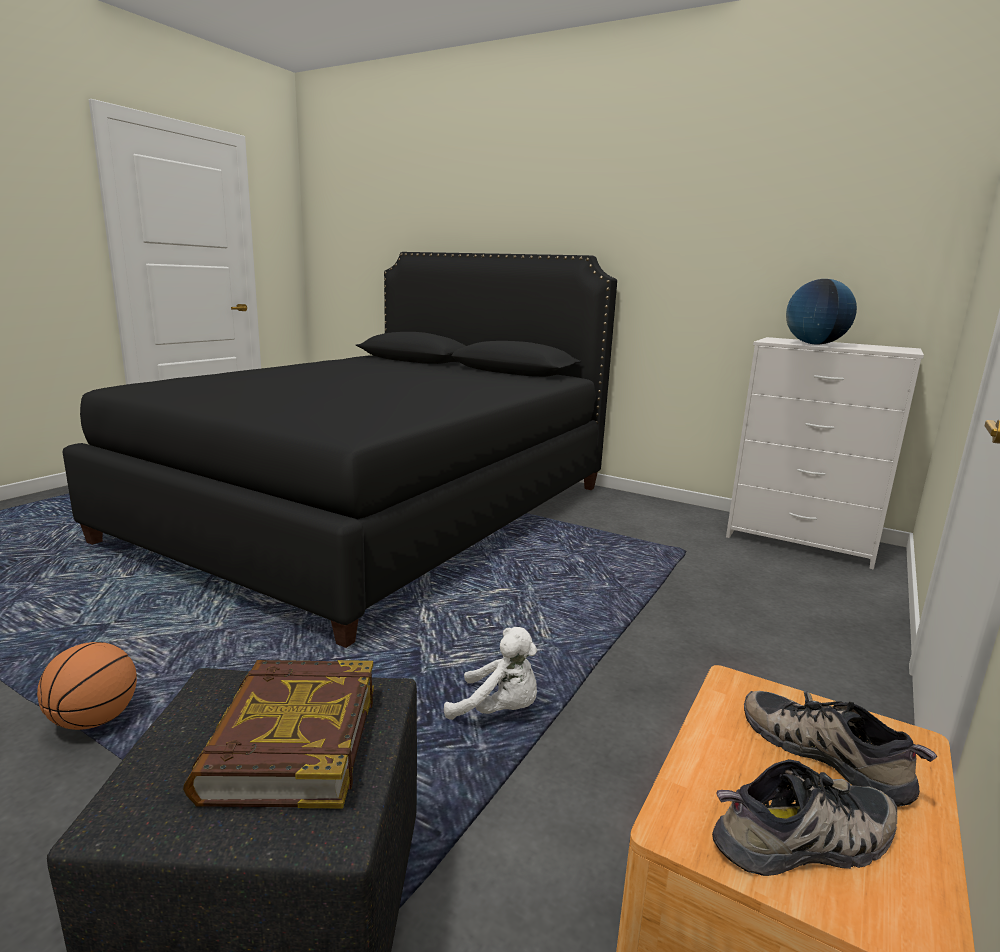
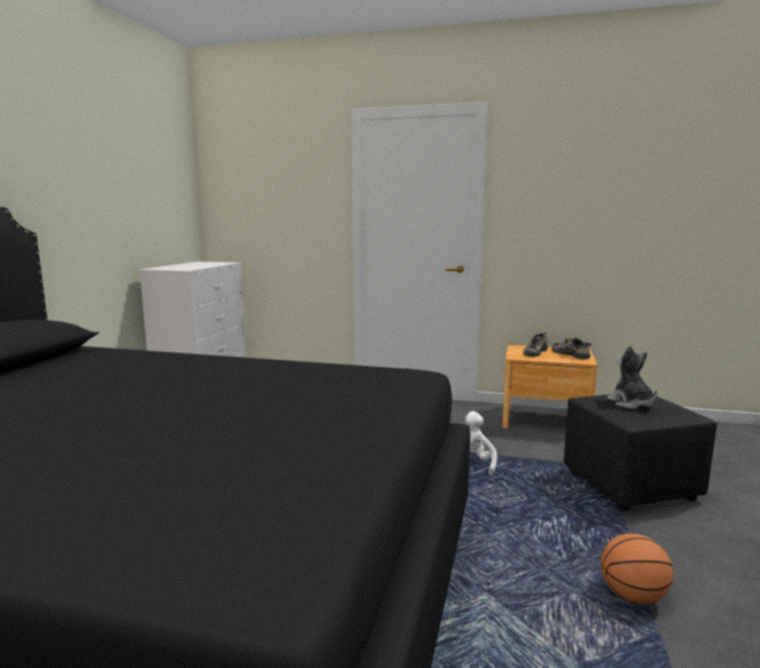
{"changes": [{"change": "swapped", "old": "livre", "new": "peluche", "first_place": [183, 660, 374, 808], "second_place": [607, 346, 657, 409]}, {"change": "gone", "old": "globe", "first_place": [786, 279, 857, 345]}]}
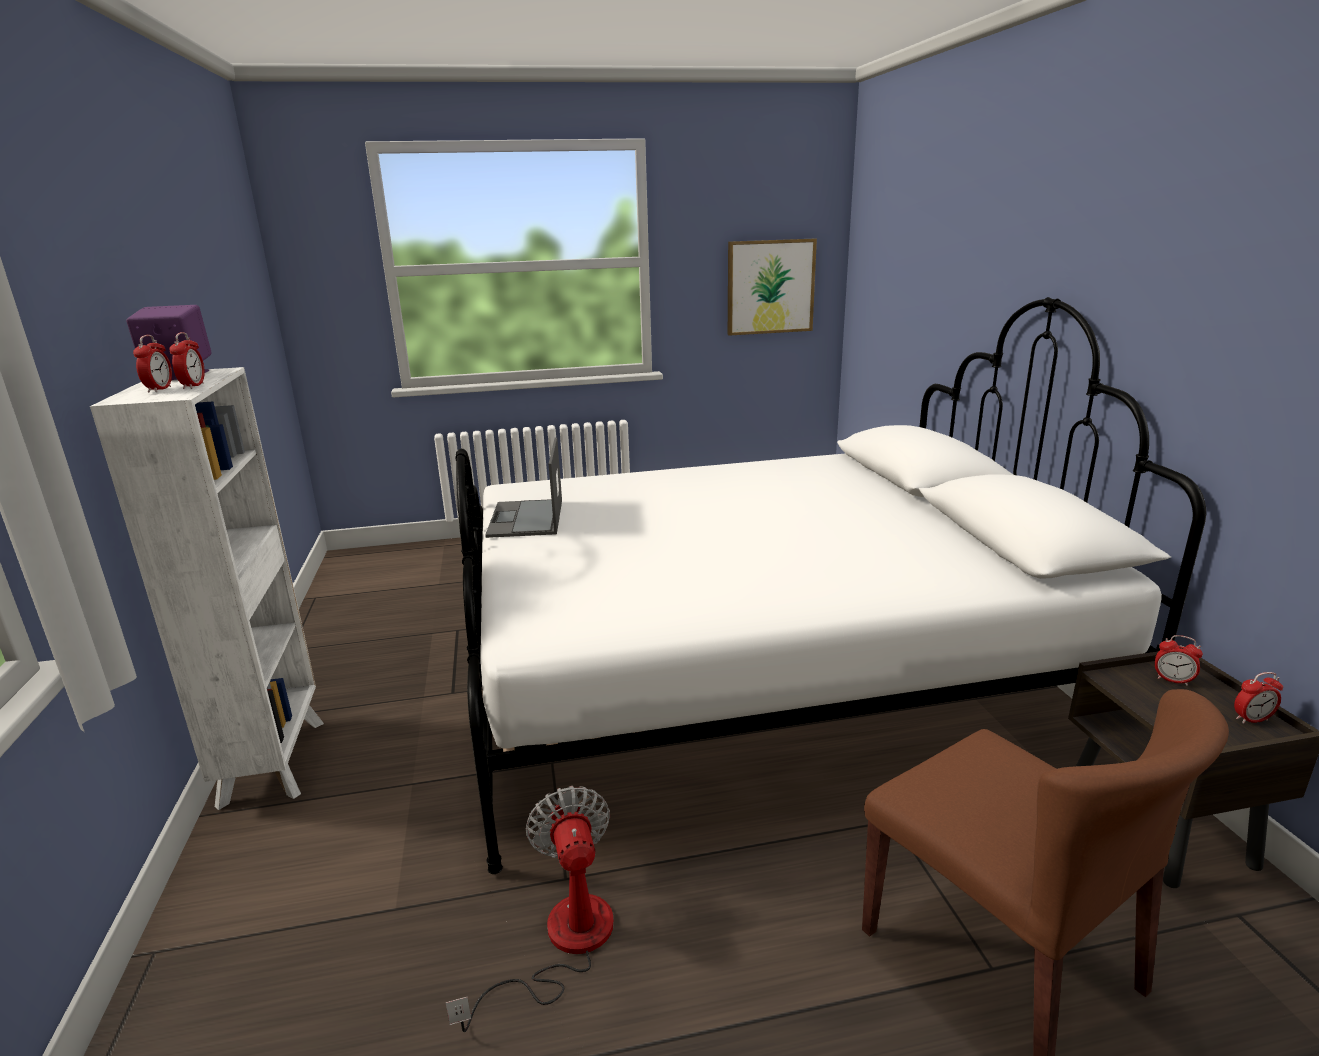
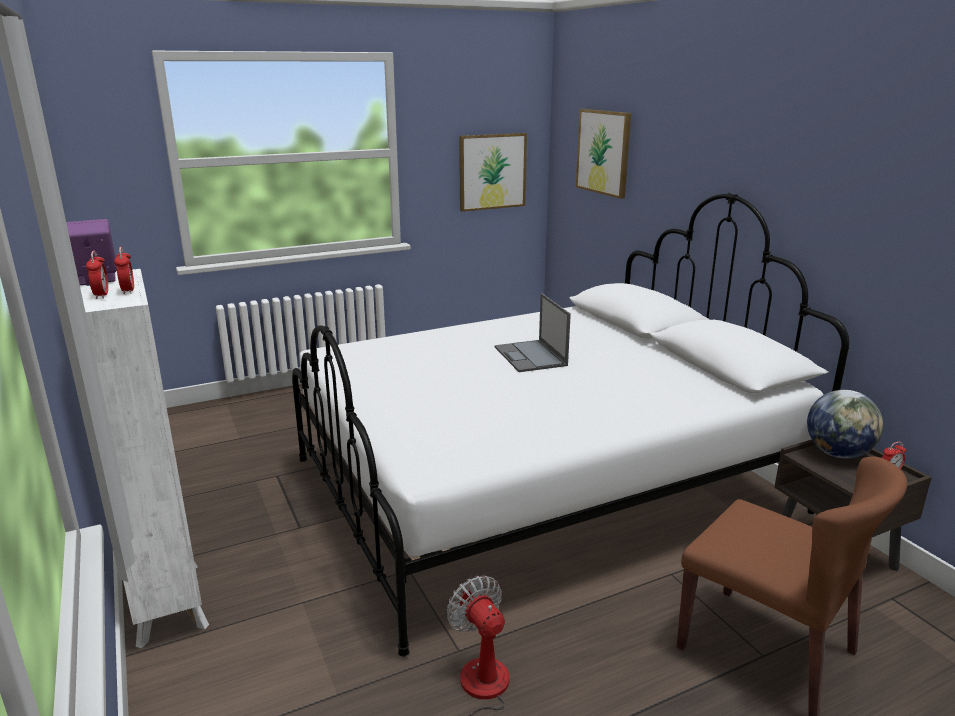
{"changes": [{"change": "shifted", "old": "ordinateur portable", "first_place": [485, 437, 562, 538], "second_place": [495, 293, 571, 372]}, {"change": "swapped", "old": "réveil", "new": "globe", "first_place": [1155, 635, 1203, 686], "second_place": [807, 390, 883, 459]}, {"change": "new", "new": "tableau", "second_place": [576, 109, 631, 199]}]}
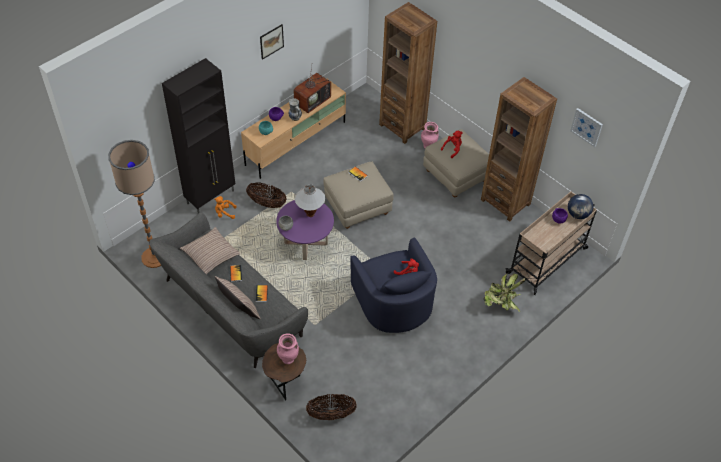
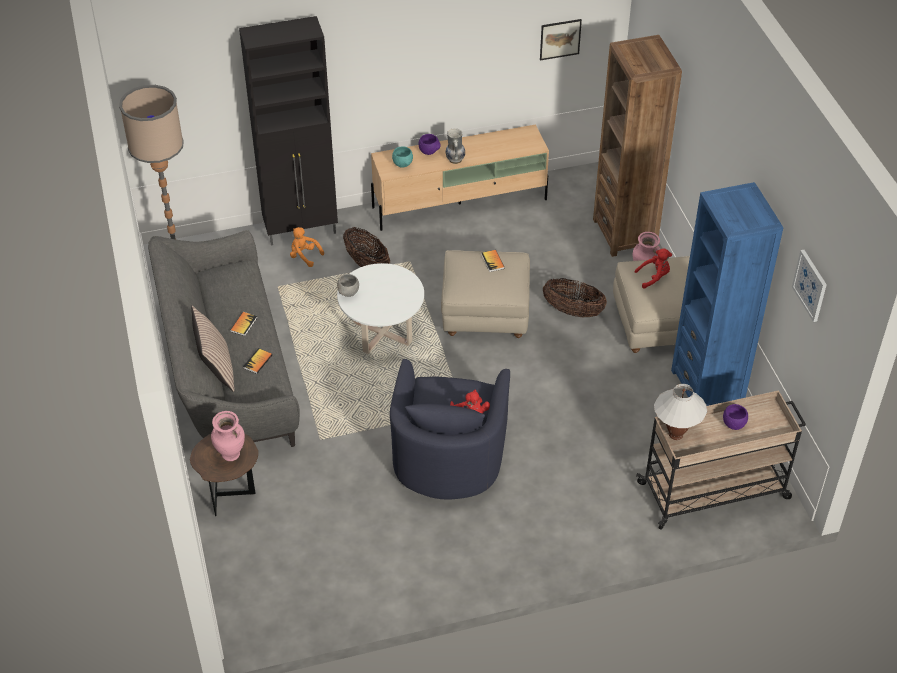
{"changes": [{"change": "gone", "old": "coussin", "first_place": [180, 227, 240, 274]}, {"change": "shifted", "old": "tableau", "first_place": [260, 24, 284, 60], "second_place": [540, 19, 582, 61]}, {"change": "repainted", "old": "table basse (violet)", "new": "table basse (blanc)", "first_place": [276, 200, 334, 260], "second_place": [337, 263, 424, 354]}, {"change": "gone", "old": "téléviseur", "first_place": [294, 66, 331, 113]}, {"change": "shifted", "old": "lampe de table (blanc)", "first_place": [295, 184, 325, 217], "second_place": [654, 384, 707, 440]}, {"change": "shifted", "old": "panier", "first_place": [306, 394, 357, 420], "second_place": [543, 278, 607, 318]}, {"change": "repainted", "old": "bibliothèque (marron)", "new": "bibliothèque (bleu)", "first_place": [481, 77, 557, 222], "second_place": [671, 182, 783, 406]}, {"change": "gone", "old": "plante en pot", "first_place": [484, 274, 526, 312]}, {"change": "gone", "old": "globe", "first_place": [568, 194, 593, 219]}]}
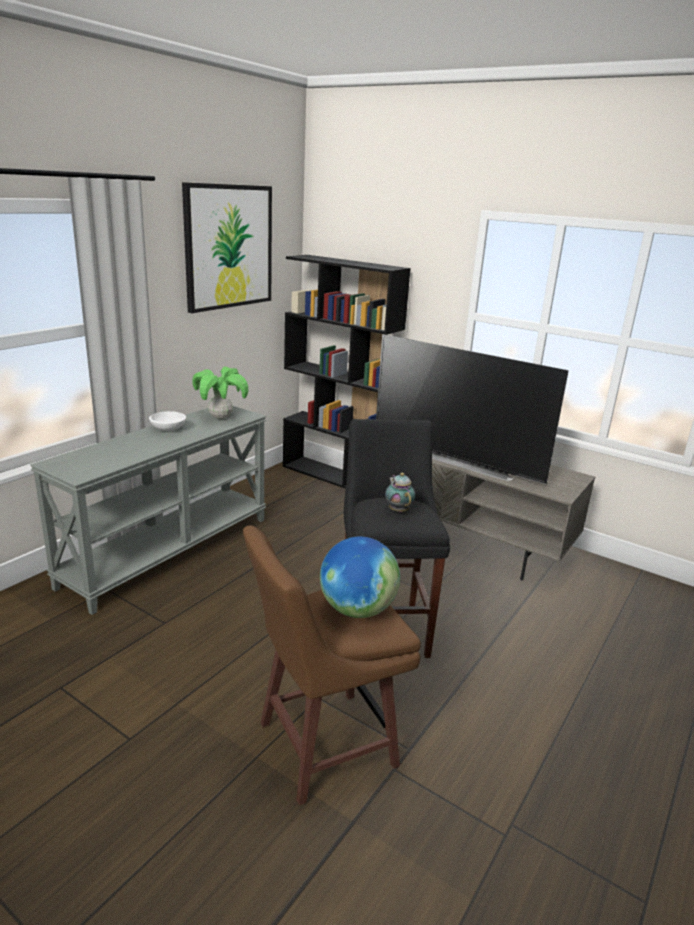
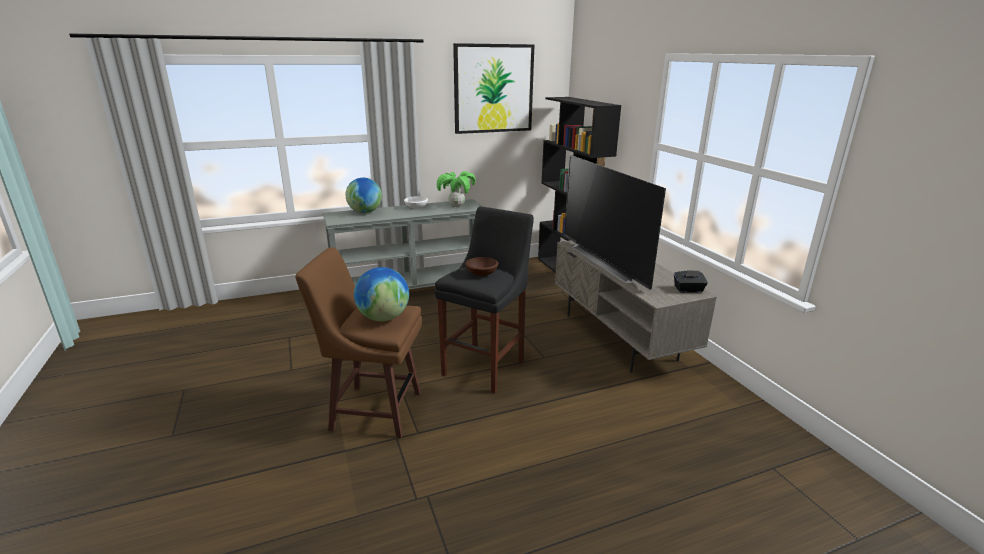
{"changes": [{"change": "swapped", "old": "théière", "new": "bol (marron)", "first_place": [385, 473, 415, 513], "second_place": [465, 257, 498, 276]}, {"change": "new", "new": "globe", "second_place": [346, 178, 382, 213]}, {"change": "new", "new": "boîte à mouchoirs (noir)", "second_place": [674, 270, 708, 292]}]}
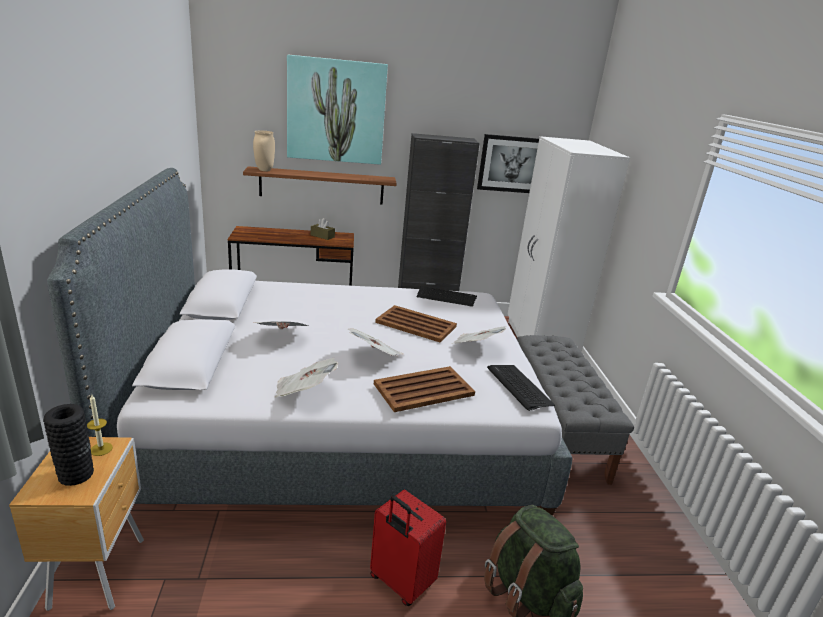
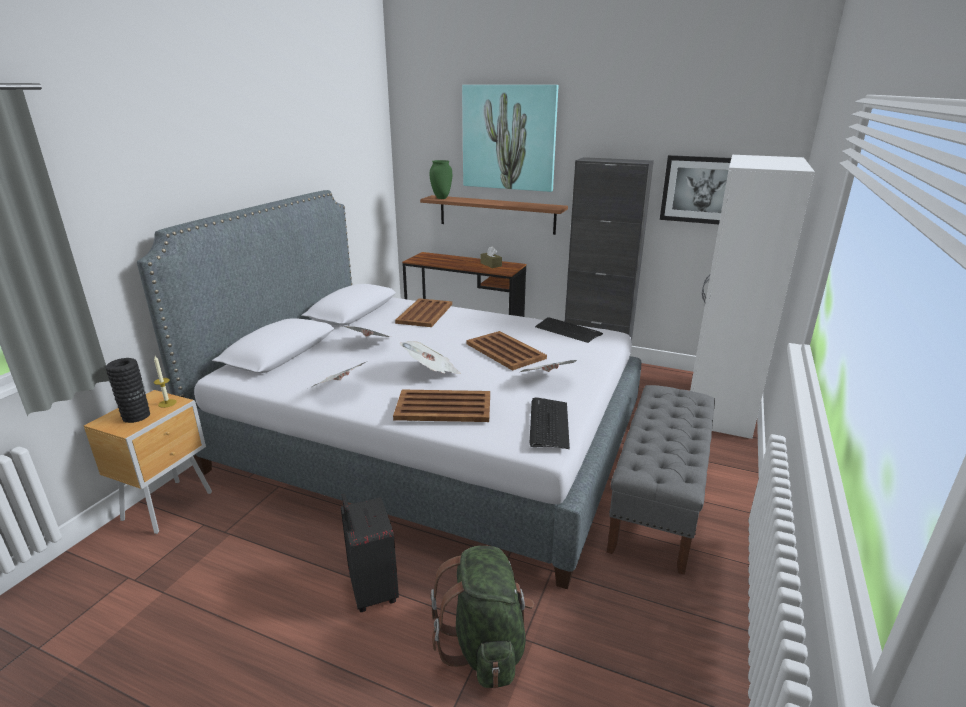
{"changes": [{"change": "repainted", "old": "vase (beige)", "new": "vase (vert)", "first_place": [253, 131, 275, 171], "second_place": [430, 160, 452, 199]}, {"change": "repainted", "old": "valise (rouge)", "new": "valise (noir)", "first_place": [370, 490, 446, 606], "second_place": [341, 493, 399, 612]}, {"change": "new", "new": "plateau (marron)", "second_place": [395, 298, 452, 327]}]}
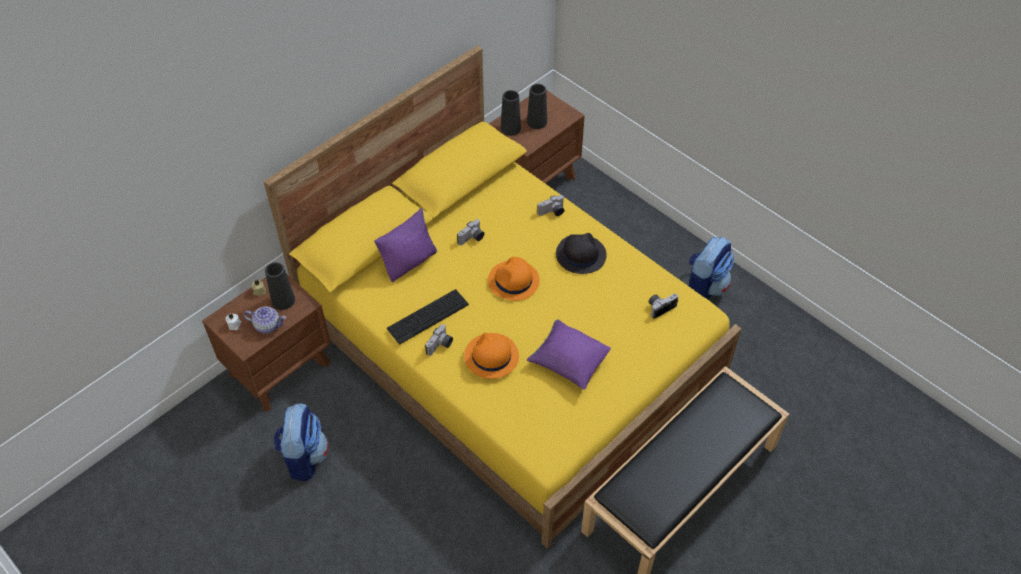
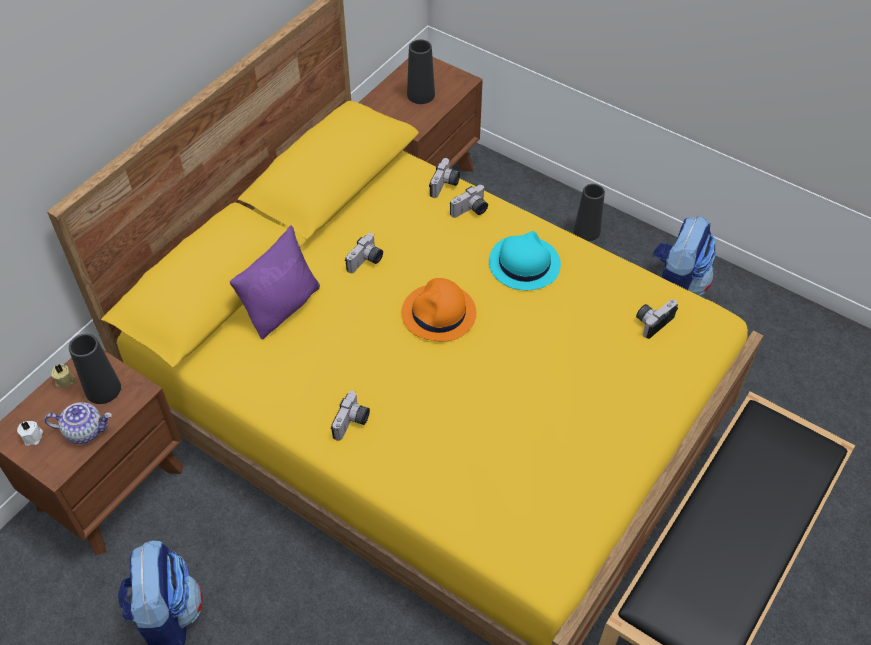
{"changes": [{"change": "gone", "old": "clavier", "first_place": [387, 289, 469, 345]}, {"change": "gone", "old": "chapeau (orange)", "first_place": [464, 332, 519, 379]}, {"change": "shifted", "old": "vase (noir)", "first_place": [501, 90, 521, 136], "second_place": [574, 184, 605, 241]}, {"change": "gone", "old": "coussin (violet)", "first_place": [527, 319, 611, 390]}, {"change": "repainted", "old": "chapeau (noir)", "new": "chapeau (turquoise)", "first_place": [556, 233, 607, 274], "second_place": [489, 231, 561, 290]}, {"change": "new", "new": "appareil photo", "second_place": [429, 158, 460, 198]}]}
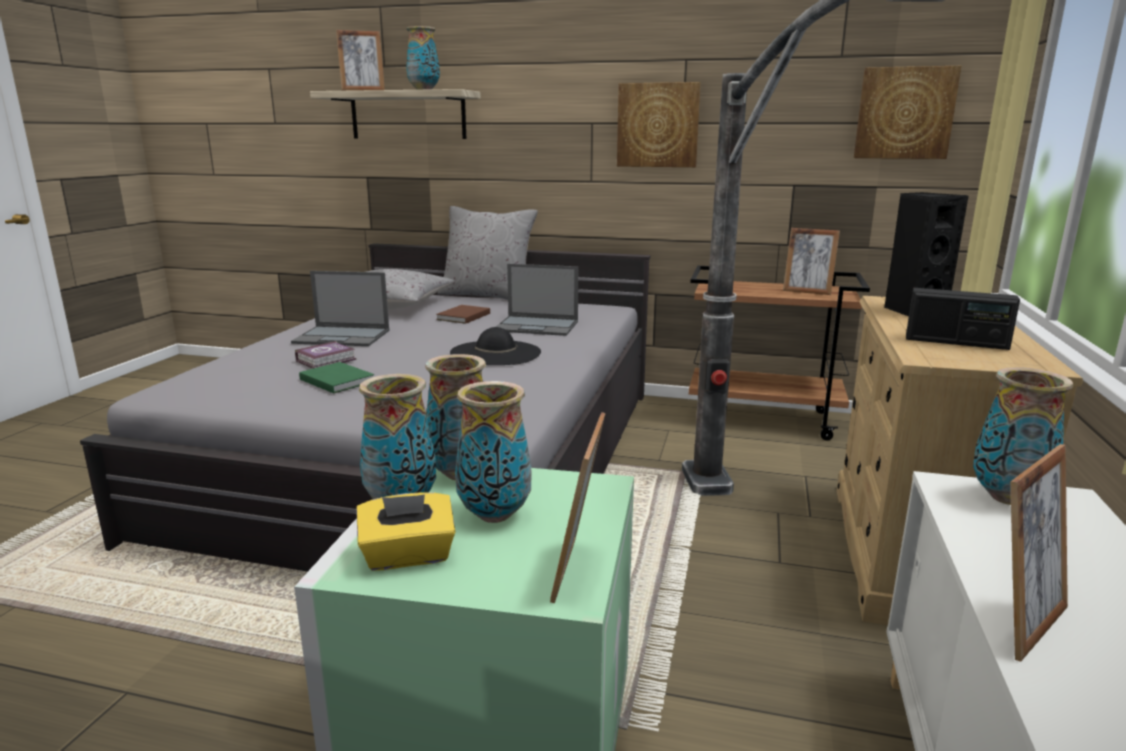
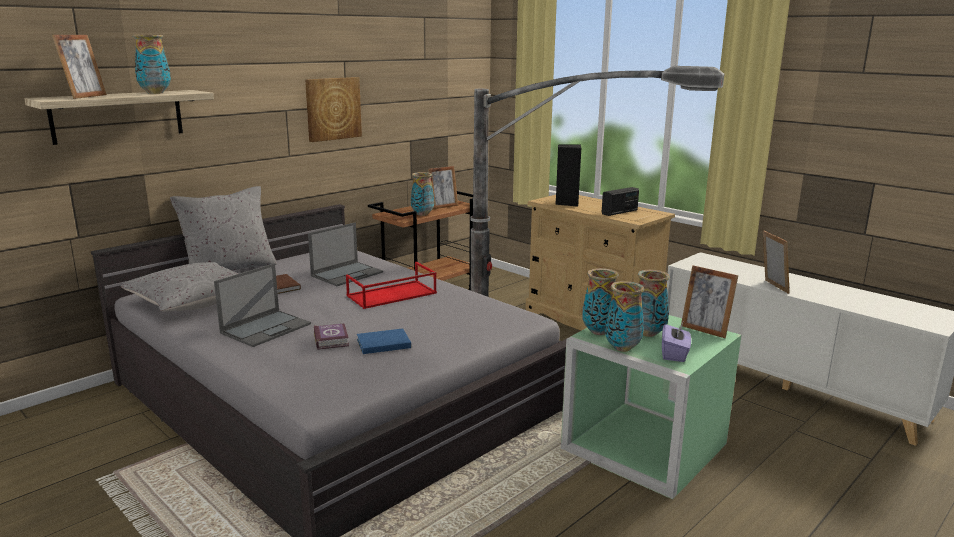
{"changes": [{"change": "repainted", "old": "livre (vert)", "new": "livre (bleu)", "first_place": [299, 362, 374, 393], "second_place": [357, 328, 411, 354]}, {"change": "repainted", "old": "boîte à mouchoirs (jaune)", "new": "boîte à mouchoirs (violet)", "first_place": [357, 493, 455, 571], "second_place": [662, 323, 691, 362]}, {"change": "swapped", "old": "chapeau (noir)", "new": "plateau (rouge)", "first_place": [450, 327, 541, 365], "second_place": [346, 262, 437, 309]}, {"change": "gone", "old": "tableau", "first_place": [854, 66, 962, 159]}, {"change": "shifted", "old": "vase", "first_place": [973, 367, 1073, 505], "second_place": [411, 172, 434, 216]}]}
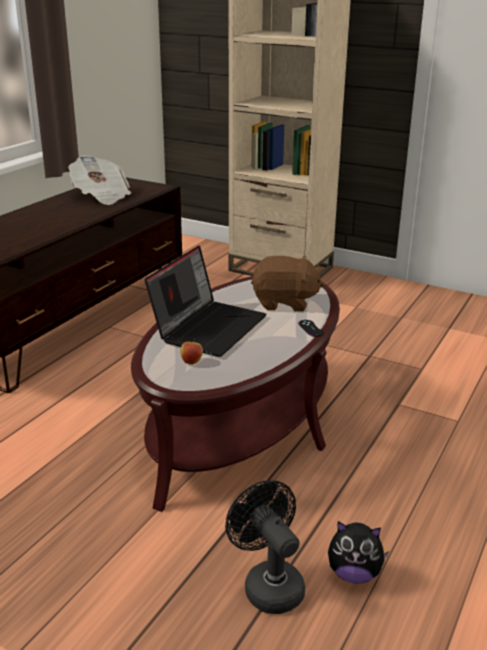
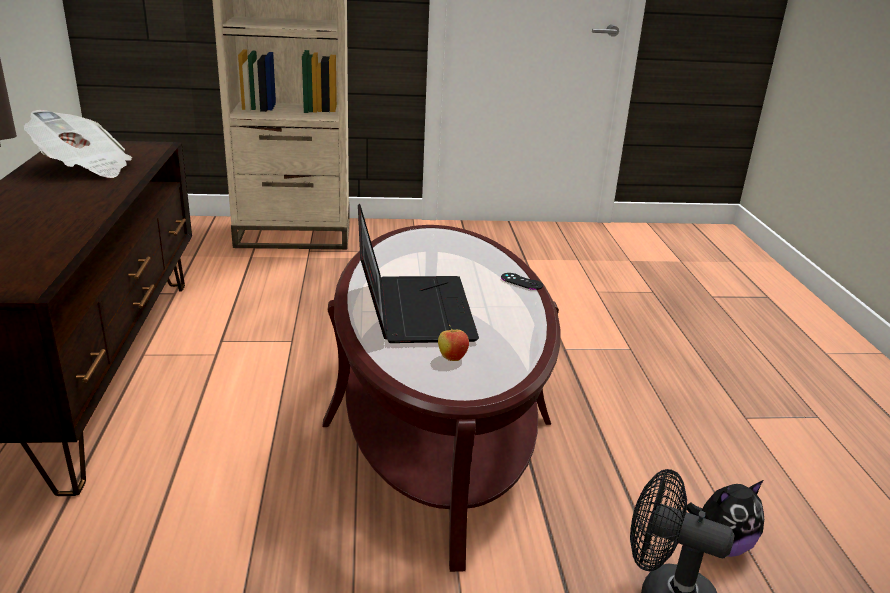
{"changes": [{"change": "gone", "old": "peluche (marron)", "first_place": [251, 256, 325, 312]}]}
